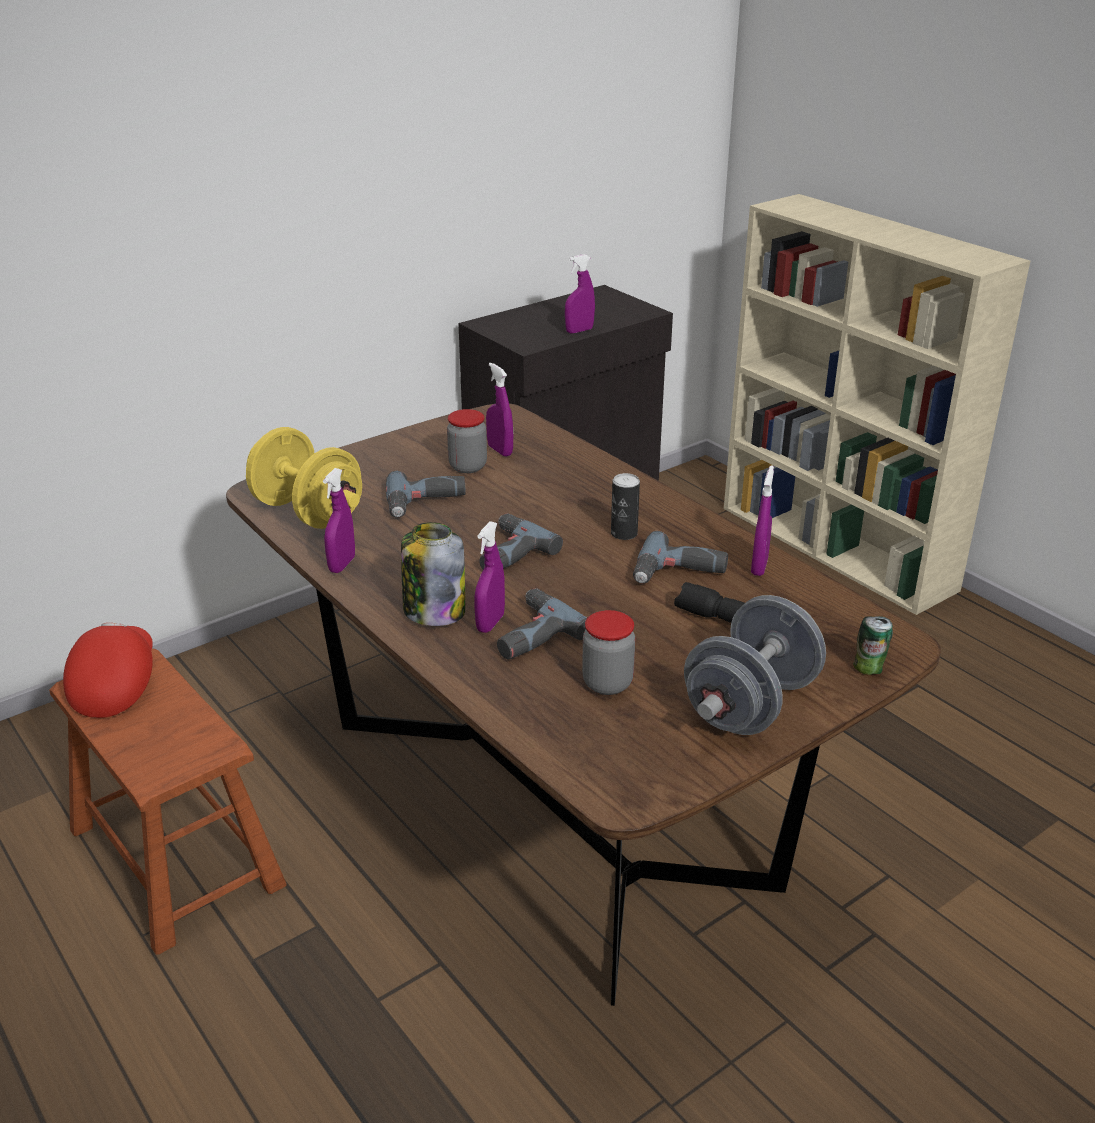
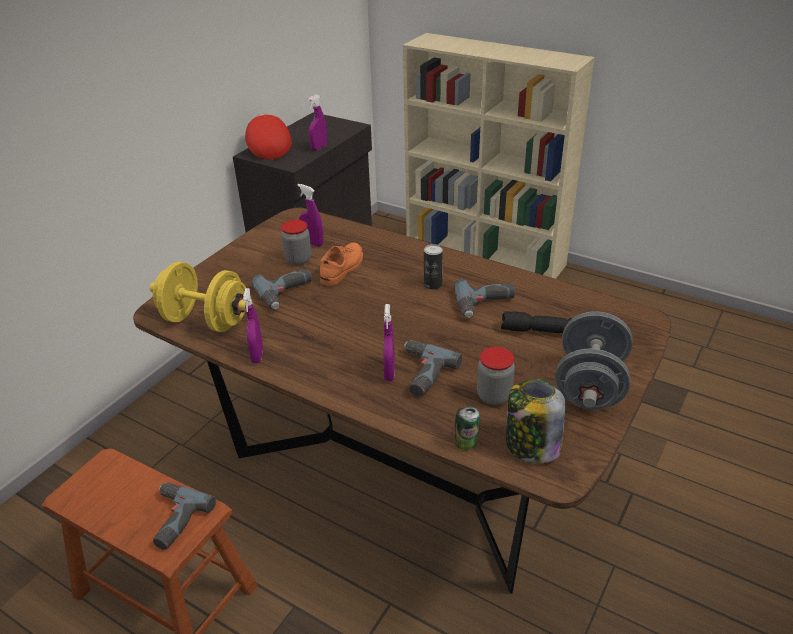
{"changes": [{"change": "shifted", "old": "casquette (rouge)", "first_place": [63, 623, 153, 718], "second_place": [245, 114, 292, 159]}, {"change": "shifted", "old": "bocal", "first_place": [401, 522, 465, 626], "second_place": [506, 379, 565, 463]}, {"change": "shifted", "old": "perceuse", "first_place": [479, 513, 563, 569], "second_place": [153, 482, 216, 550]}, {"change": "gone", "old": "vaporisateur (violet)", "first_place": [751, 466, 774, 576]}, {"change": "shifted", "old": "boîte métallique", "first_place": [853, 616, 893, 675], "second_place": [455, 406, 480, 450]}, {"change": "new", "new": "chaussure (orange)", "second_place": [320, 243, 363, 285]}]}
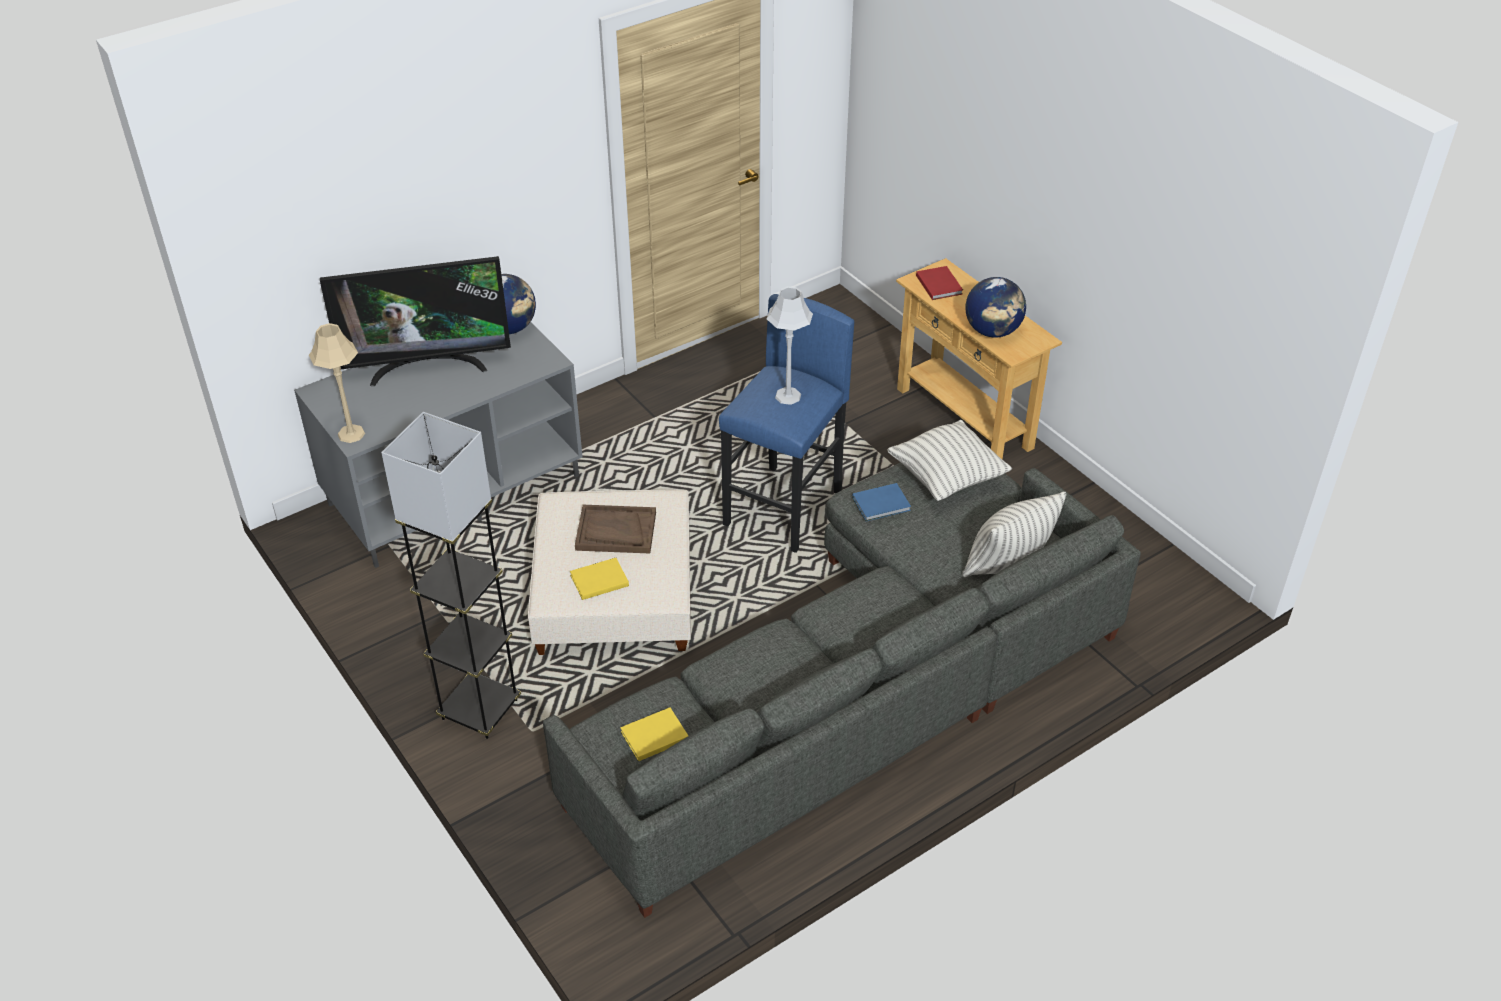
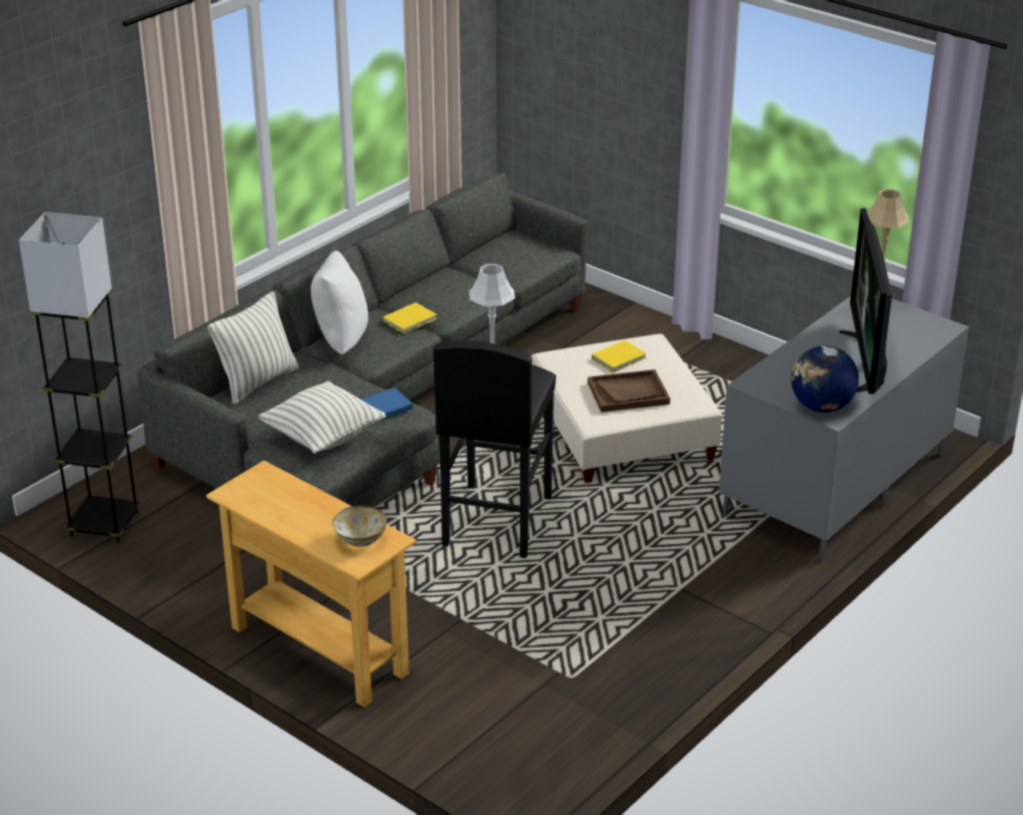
{"changes": [{"change": "rotated", "old": "téléviseur", "first_place": [320, 256, 511, 386], "second_place": [839, 208, 892, 394], "degrees": -60}, {"change": "shifted", "old": "lampadaire (gris)", "first_place": [381, 412, 521, 739], "second_place": [19, 212, 141, 543]}, {"change": "shifted", "old": "livre (jaune)", "first_place": [620, 707, 688, 761], "second_place": [383, 302, 437, 334]}, {"change": "repainted", "old": "tabouret (bleu)", "new": "tabouret (noir)", "first_place": [719, 294, 854, 553], "second_place": [433, 341, 556, 558]}, {"change": "swapped", "old": "livre (rouge)", "new": "bol", "first_place": [916, 266, 963, 300], "second_place": [332, 506, 387, 547]}, {"change": "gone", "old": "globe", "first_place": [965, 277, 1026, 338]}, {"change": "new", "new": "coussin (blanc)", "second_place": [311, 250, 368, 355]}]}
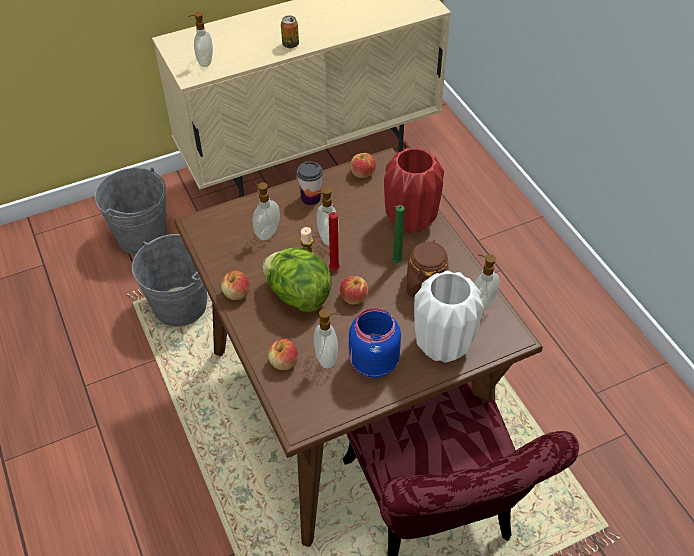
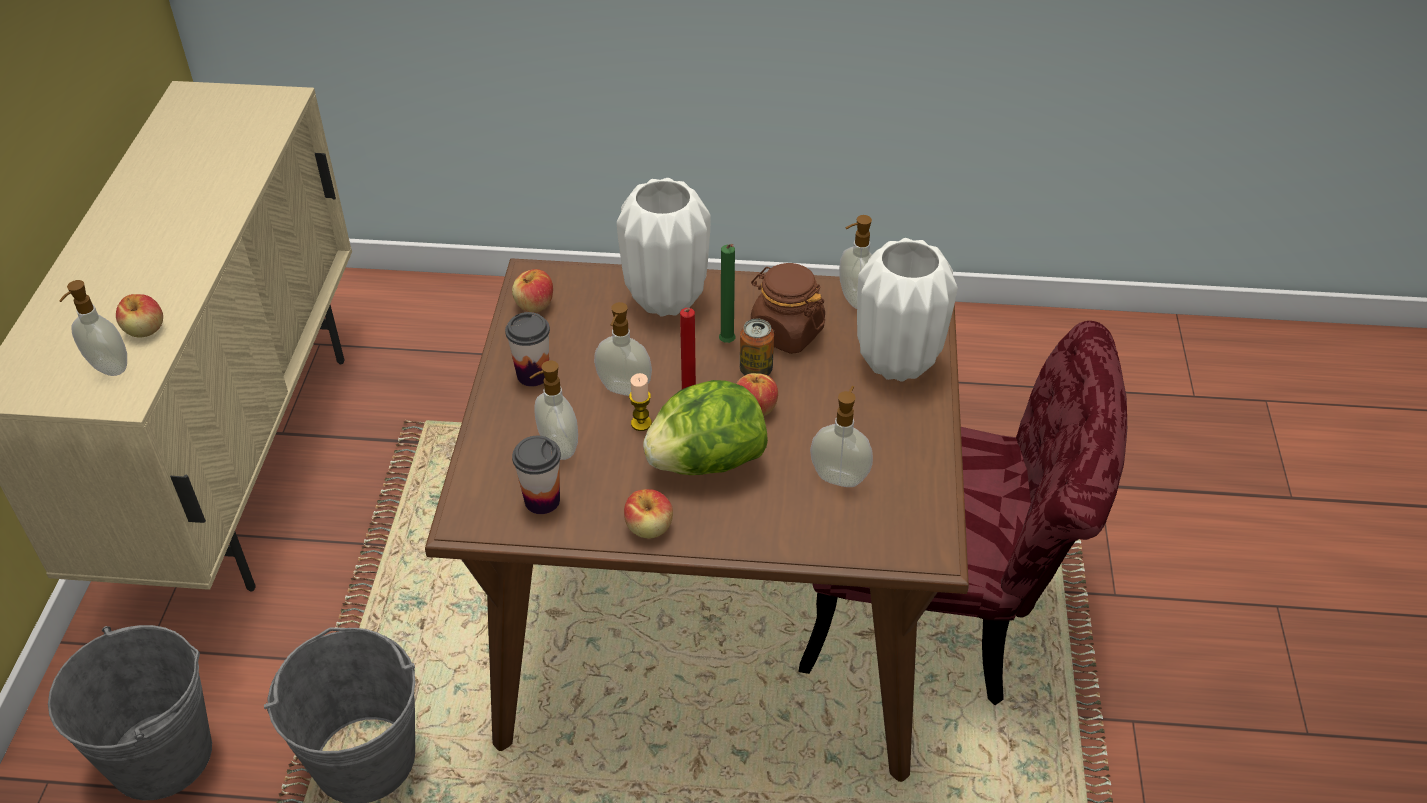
{"changes": [{"change": "shifted", "old": "pomme", "first_place": [268, 338, 298, 370], "second_place": [116, 294, 163, 338]}, {"change": "shifted", "old": "boîte métallique", "first_place": [281, 15, 299, 48], "second_place": [740, 319, 774, 376]}, {"change": "gone", "old": "bocal (bleu)", "first_place": [349, 308, 401, 378]}, {"change": "repainted", "old": "vase (rouge)", "new": "vase (blanc)", "first_place": [384, 147, 444, 234], "second_place": [617, 178, 711, 317]}, {"change": "new", "new": "tasse", "second_place": [512, 436, 561, 514]}]}
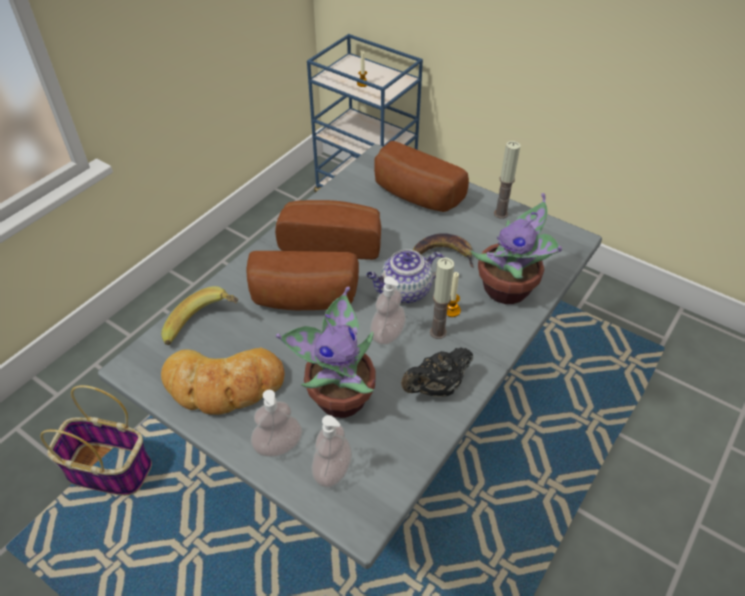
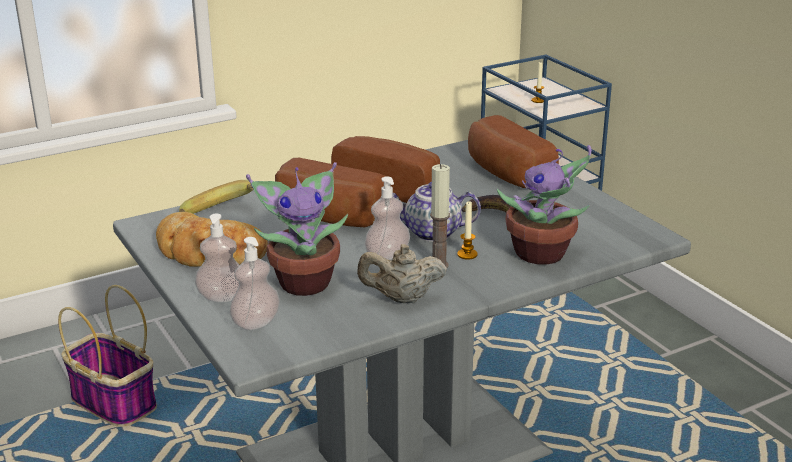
{"changes": [{"change": "repainted", "old": "théière (noir)", "new": "théière (beige)", "first_place": [401, 347, 473, 397], "second_place": [357, 244, 447, 303]}, {"change": "gone", "old": "bougie", "first_place": [494, 141, 521, 219]}]}
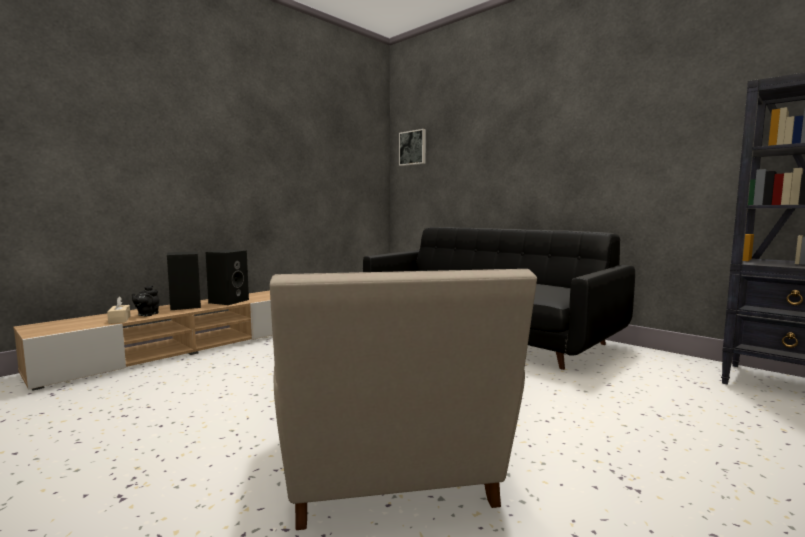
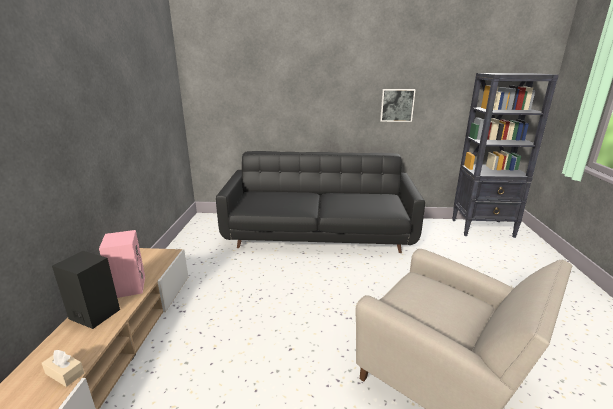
{"changes": [{"change": "gone", "old": "théière (noir)", "first_place": [132, 285, 159, 317]}, {"change": "repainted", "old": "enceinte (noir)", "new": "enceinte (rose)", "first_place": [206, 250, 249, 305], "second_place": [99, 230, 145, 298]}, {"change": "shifted", "old": "tableau", "first_place": [399, 129, 426, 166], "second_place": [380, 89, 416, 122]}]}
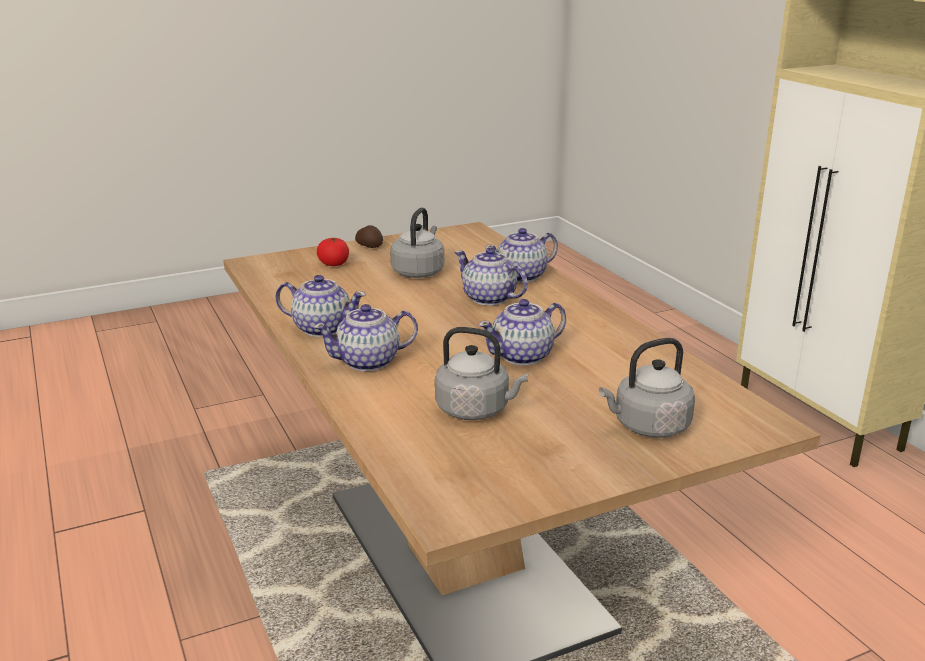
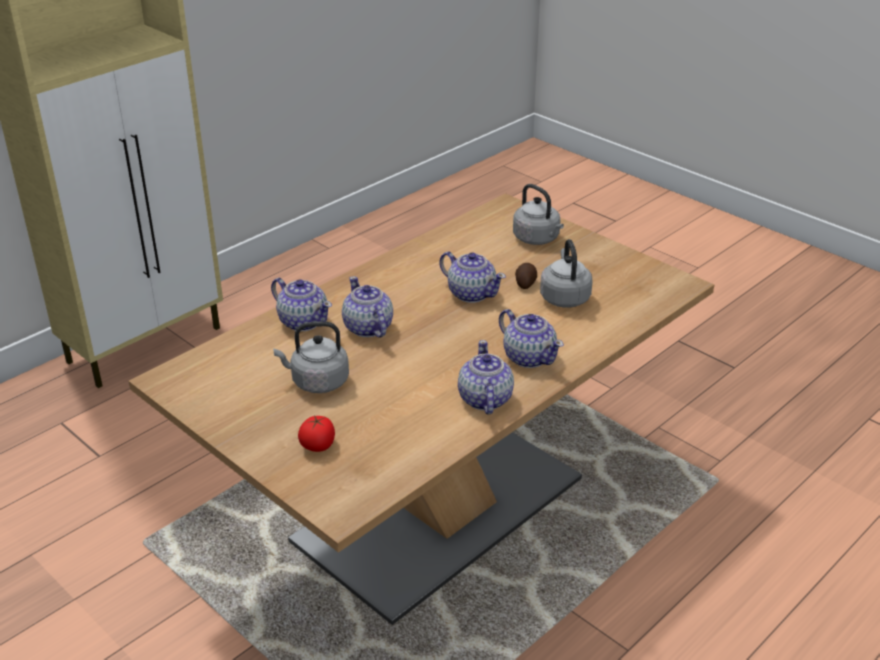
{"changes": [{"change": "shifted", "old": "pomme de terre", "first_place": [355, 225, 383, 248], "second_place": [515, 263, 537, 289]}, {"change": "rotated", "old": "théière", "first_place": [455, 248, 528, 306], "second_place": [342, 276, 393, 338], "degrees": 135}]}
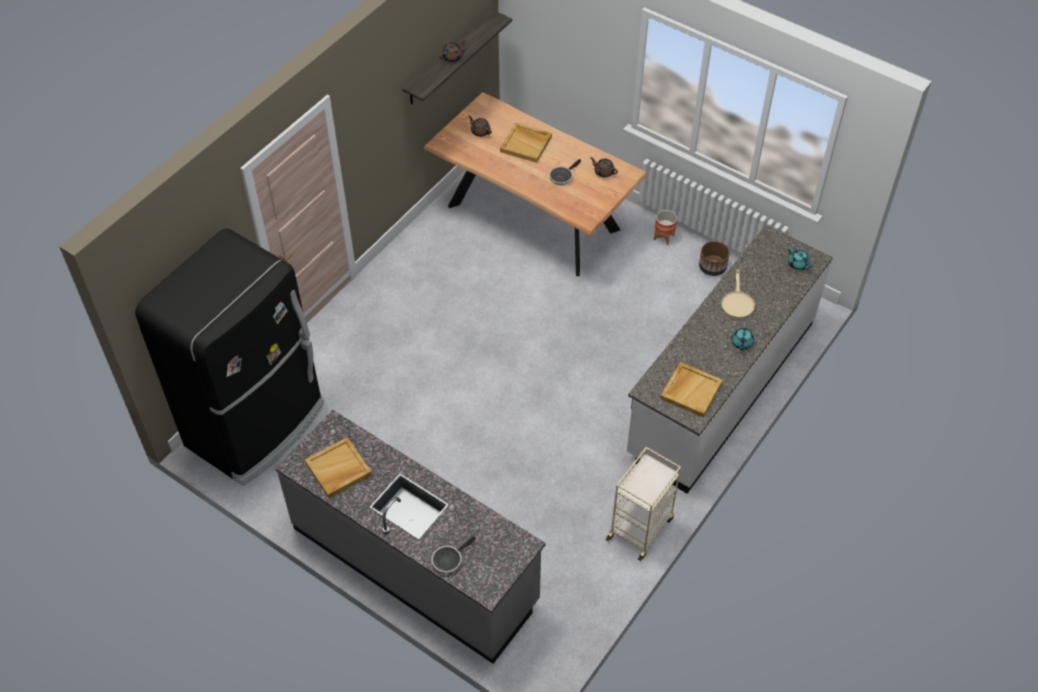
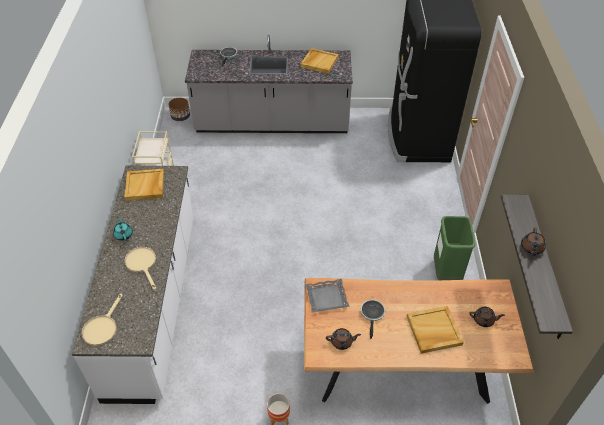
{"changes": [{"change": "shifted", "old": "cache-pot (marron)", "first_place": [699, 241, 730, 276], "second_place": [169, 98, 190, 121]}, {"change": "swapped", "old": "théière (turquoise)", "new": "poêle (beige)", "first_place": [788, 248, 814, 270], "second_place": [82, 293, 123, 346]}, {"change": "new", "new": "plateau (gris)", "second_place": [306, 279, 350, 313]}, {"change": "new", "new": "poubelle (vert)", "second_place": [434, 216, 476, 280]}]}
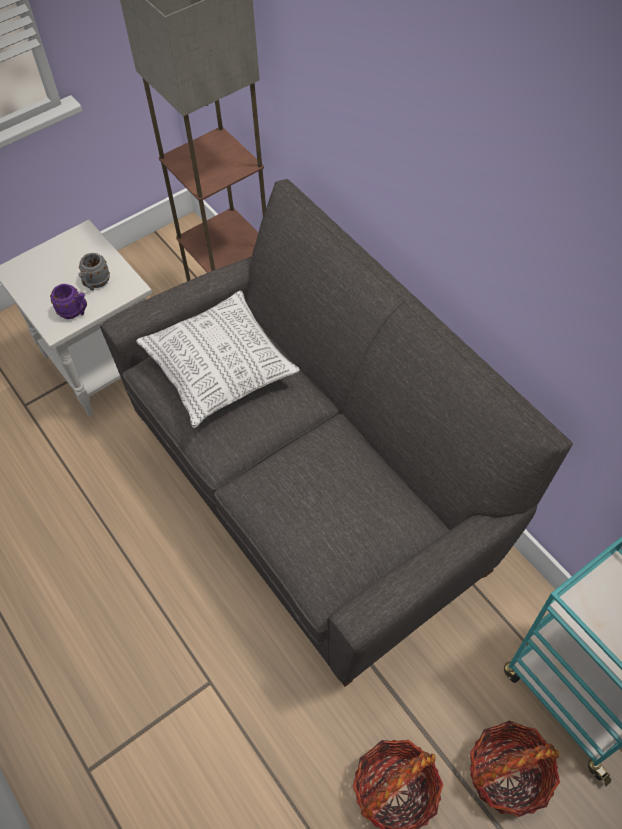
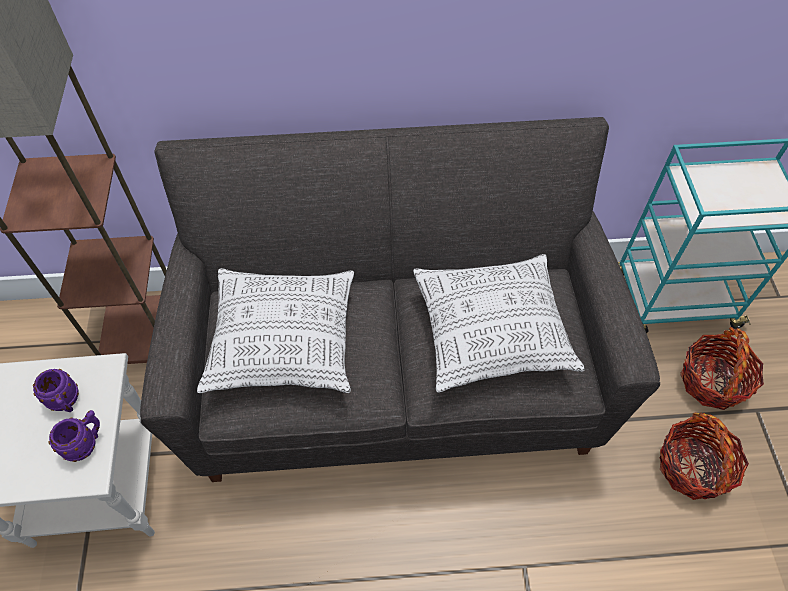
{"changes": [{"change": "repainted", "old": "mug (gris)", "new": "mug (violet)", "first_place": [79, 253, 110, 291], "second_place": [33, 369, 79, 412]}, {"change": "new", "new": "coussin", "second_place": [413, 254, 585, 393]}]}
